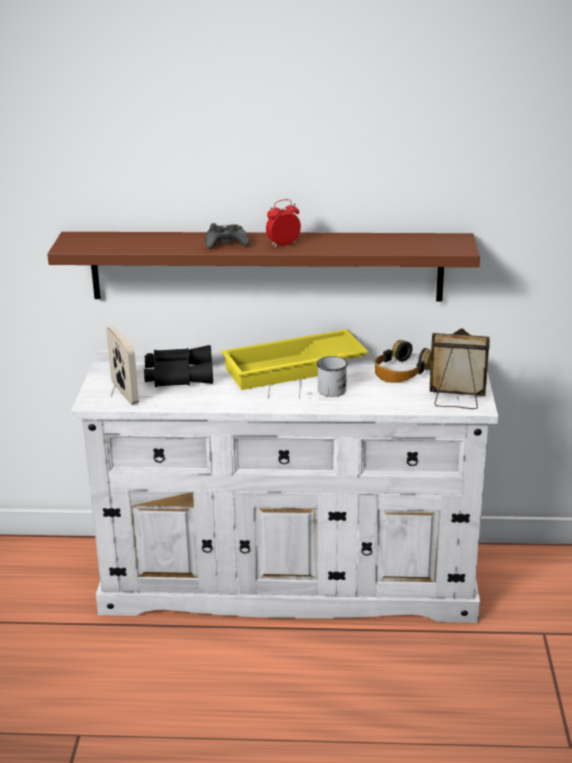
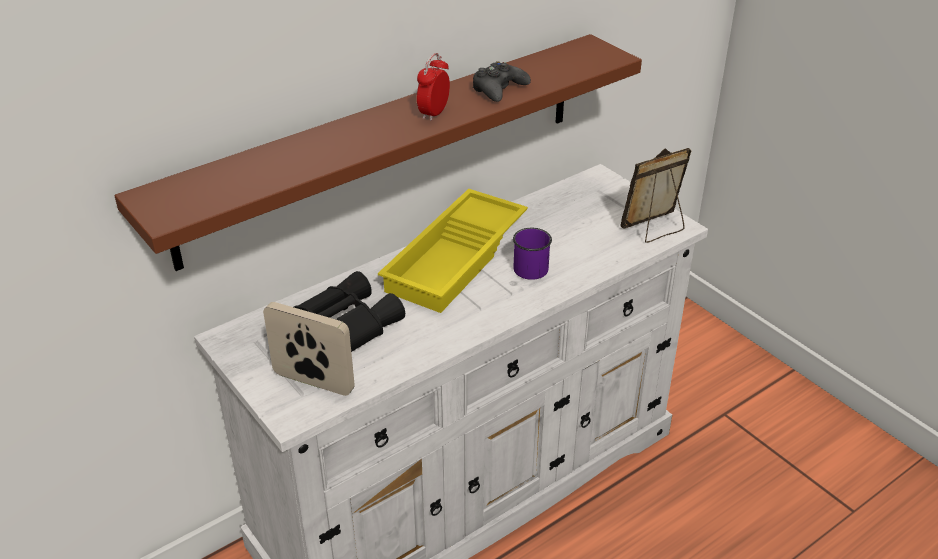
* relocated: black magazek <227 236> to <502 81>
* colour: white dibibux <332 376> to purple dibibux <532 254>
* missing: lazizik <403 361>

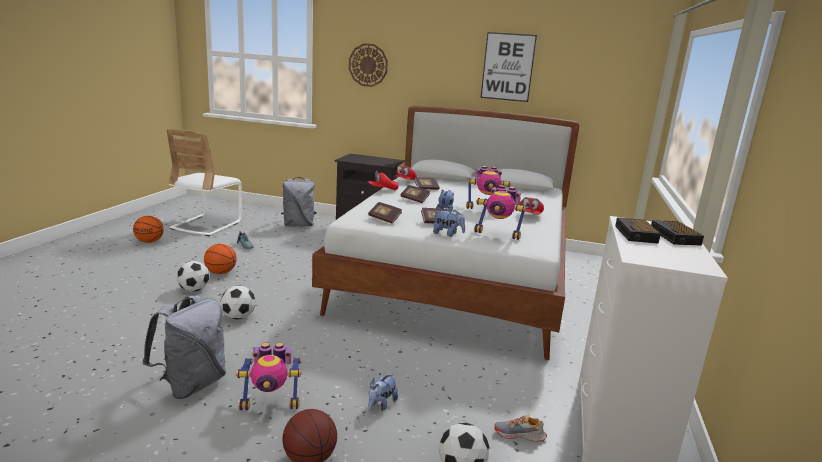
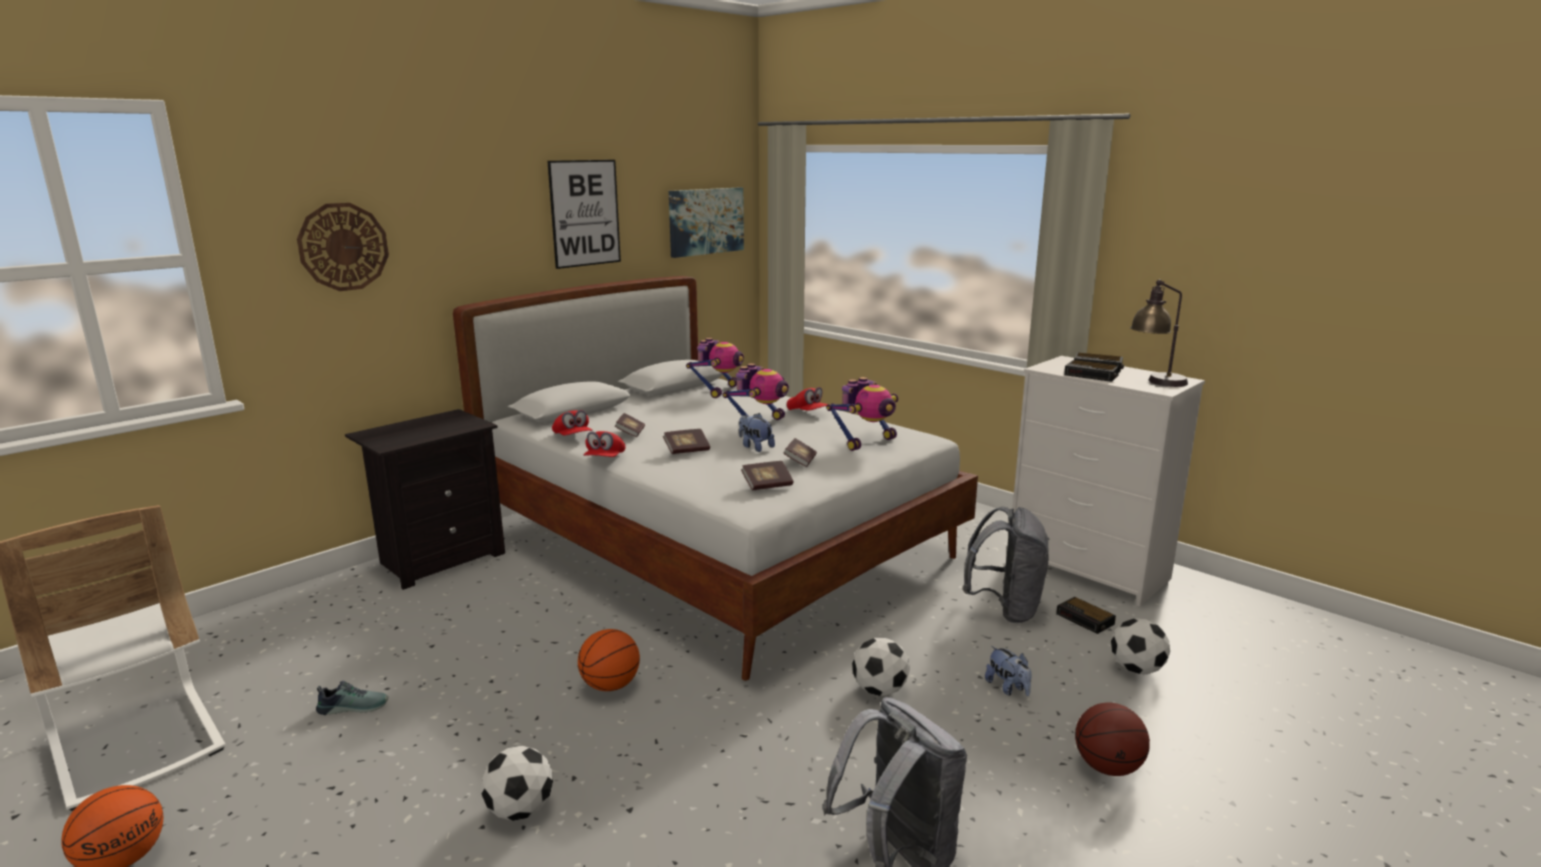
* relocated: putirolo <220 259> to <609 660>
* relocated: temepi <237 302> to <881 667>
* relocated: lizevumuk <269 376> to <715 368>
* relocated: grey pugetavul <299 202> to <1006 565>
* missing: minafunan <449 223>
* exchanged: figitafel <520 428> to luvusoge <1086 615>
* appeared: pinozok <706 222>
* appeared: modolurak <1159 333>

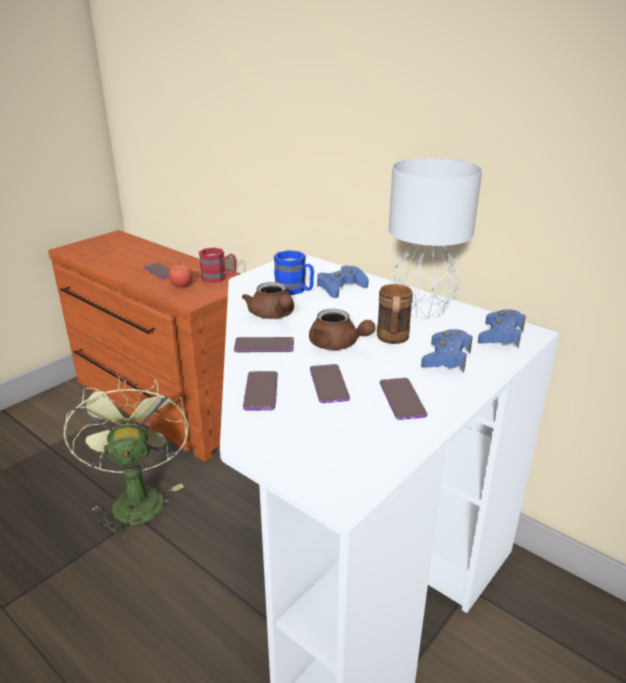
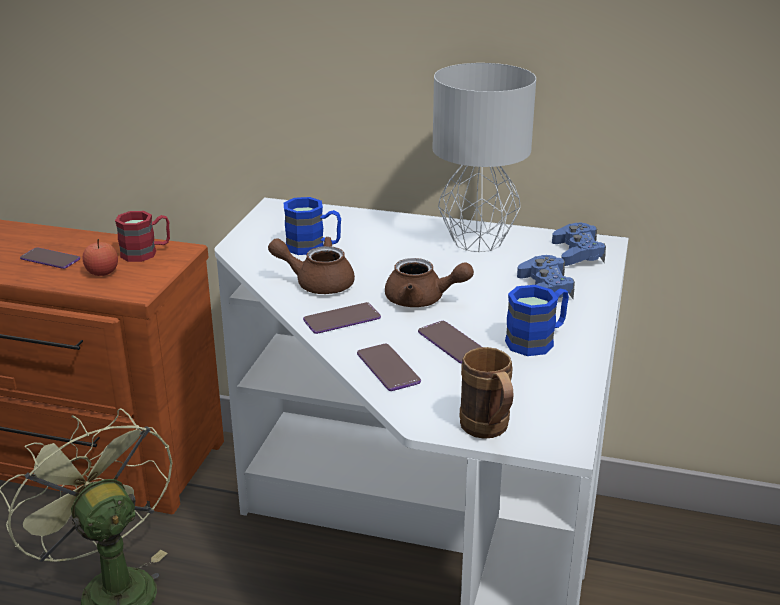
* spun: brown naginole <268 300> = <311 265> 150 degrees clockwise
* missing: blue magazek <342 281>
* relocated: brown dibibux <395 314> to <486 393>
* exchanged: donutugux <403 399> to blue dibibux <537 320>

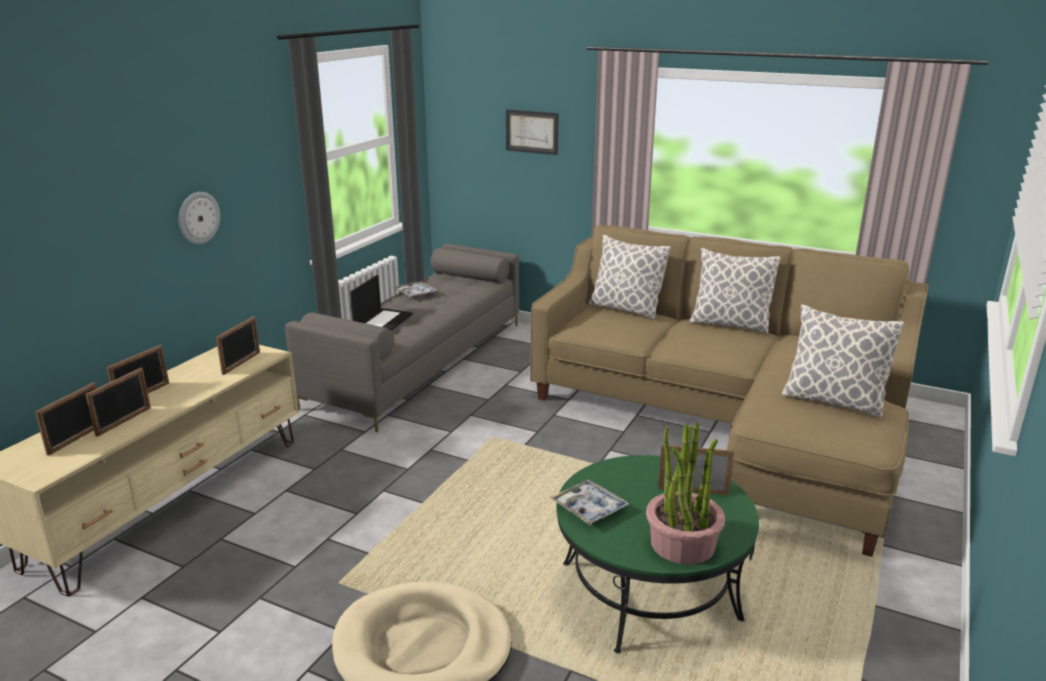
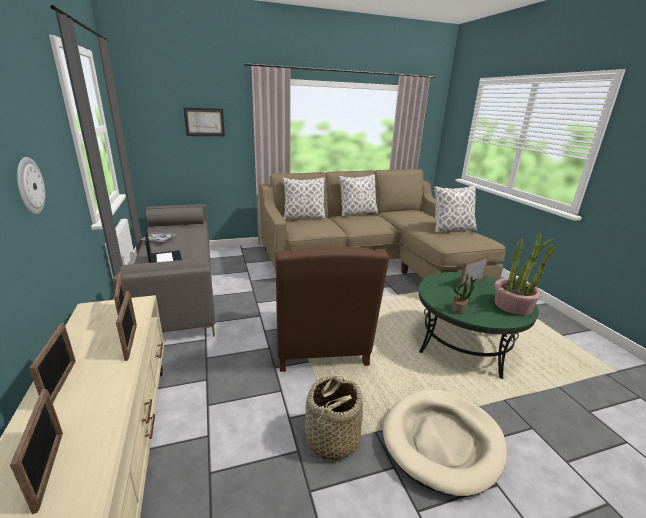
* relocated: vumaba <118 402> to <126 326>
* exchanged: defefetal <589 502> to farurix <465 293>
* appeared: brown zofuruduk <332 309>
* appeared: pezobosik <334 417>

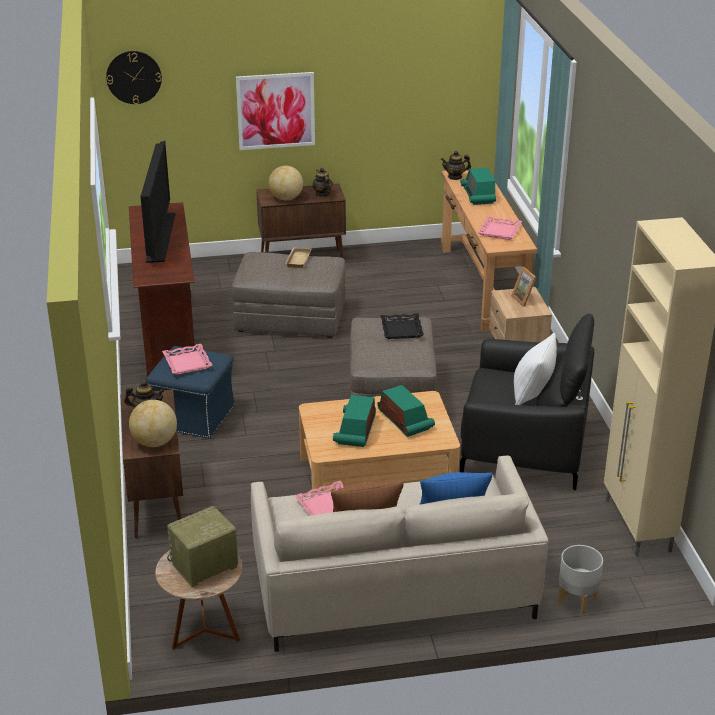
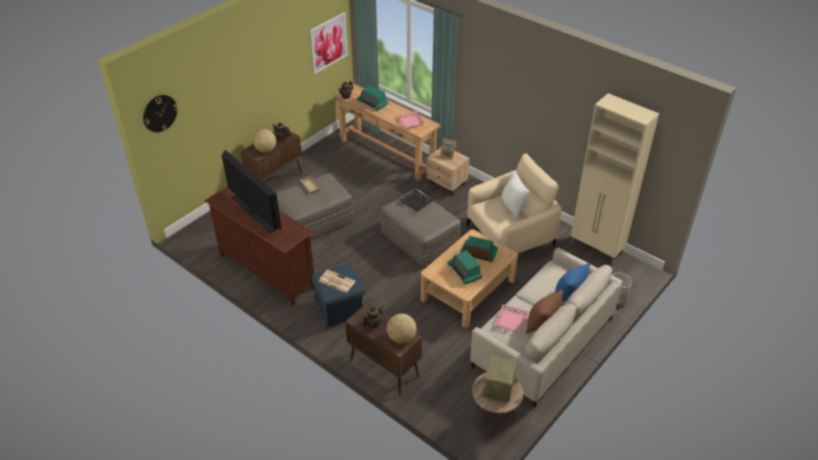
* exchanged: pink defefetal <187 359> to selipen <337 281>
* relocated: pinozok <275 111> to <329 43>
* colour: black zofuruduk <527 402> to beige zofuruduk <514 203>

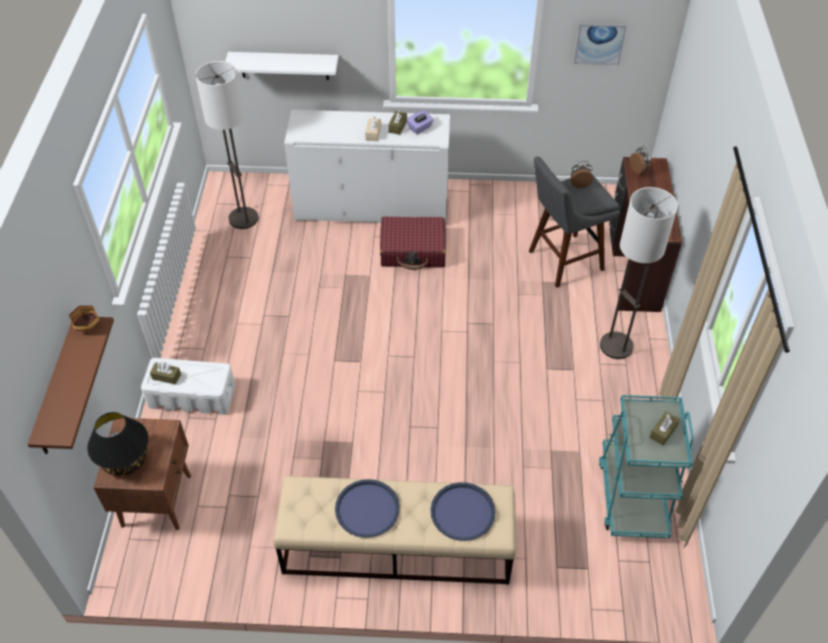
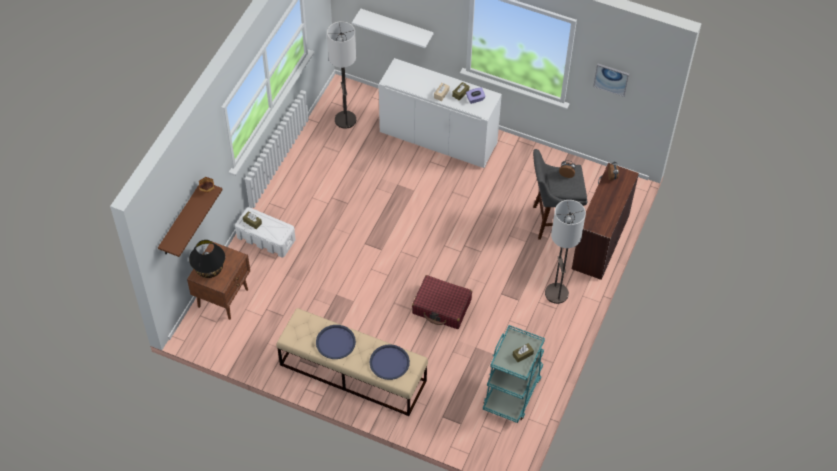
* relocated: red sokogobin <413 243> to <442 302>

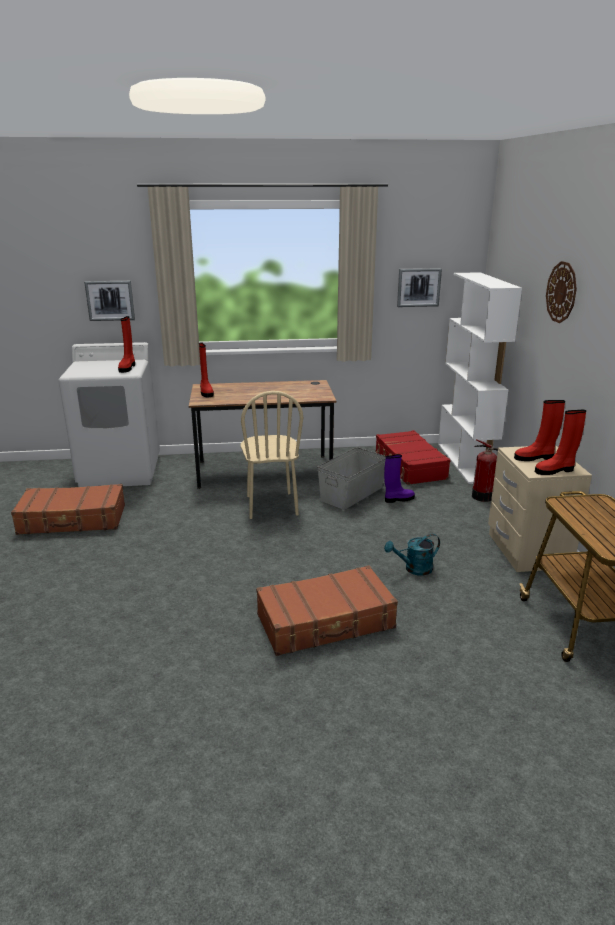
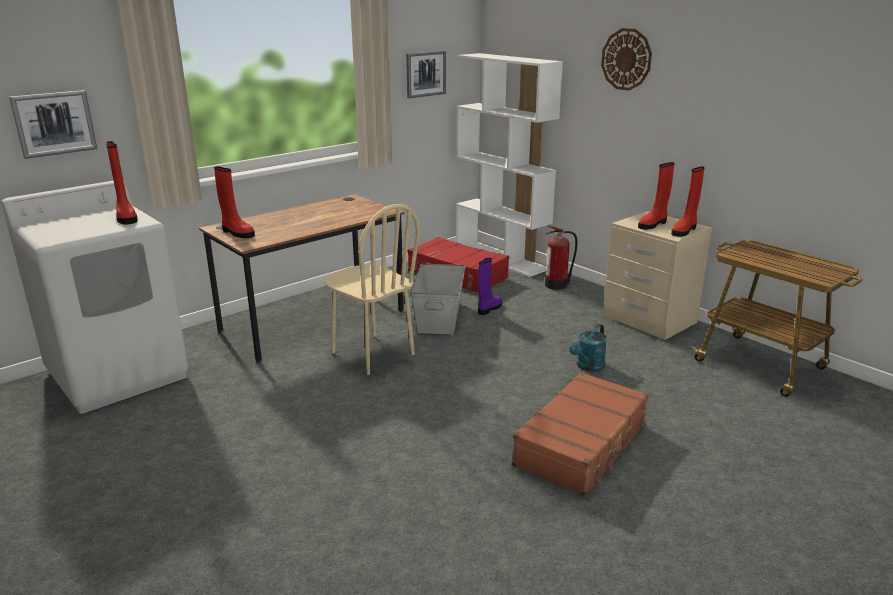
* missing: brown sokogobin <68 509>

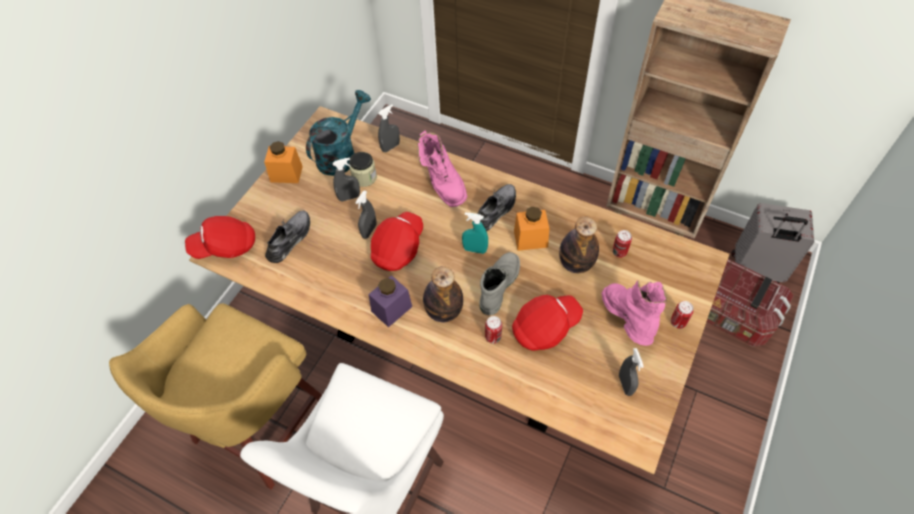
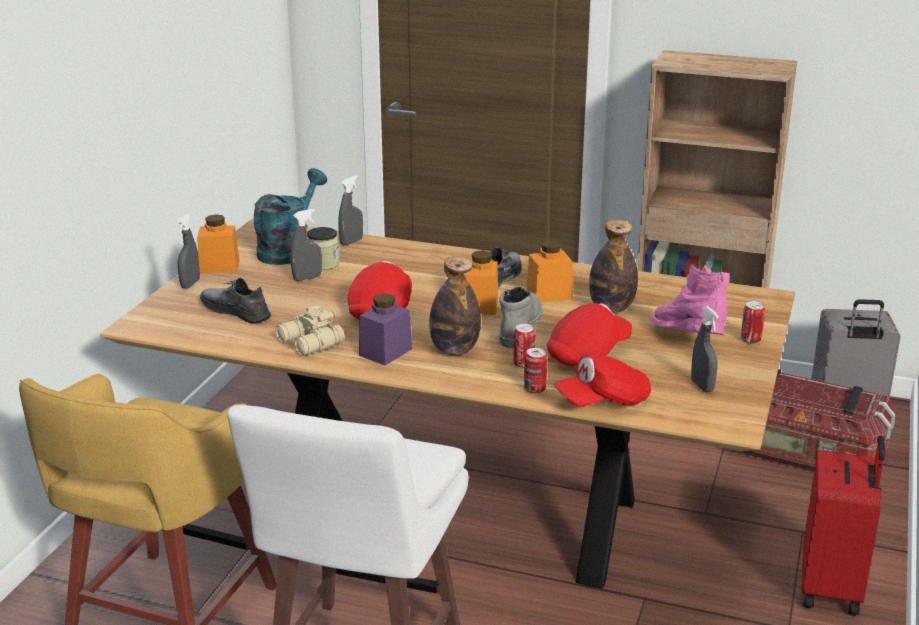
* relocated: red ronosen <220 237> to <602 380>
* spun: grey figitafel <287 237> = <235 301> 75 degrees counterclockwise
* relocated: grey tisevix <365 214> to <188 251>
* missing: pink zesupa <442 169>
* exchanged: turquoise tisevix <475 233> to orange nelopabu <482 282>
* relocated: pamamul <622 244> to <535 371>
* appeared: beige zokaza <310 330>
* appeared: red sokogobin <843 526>

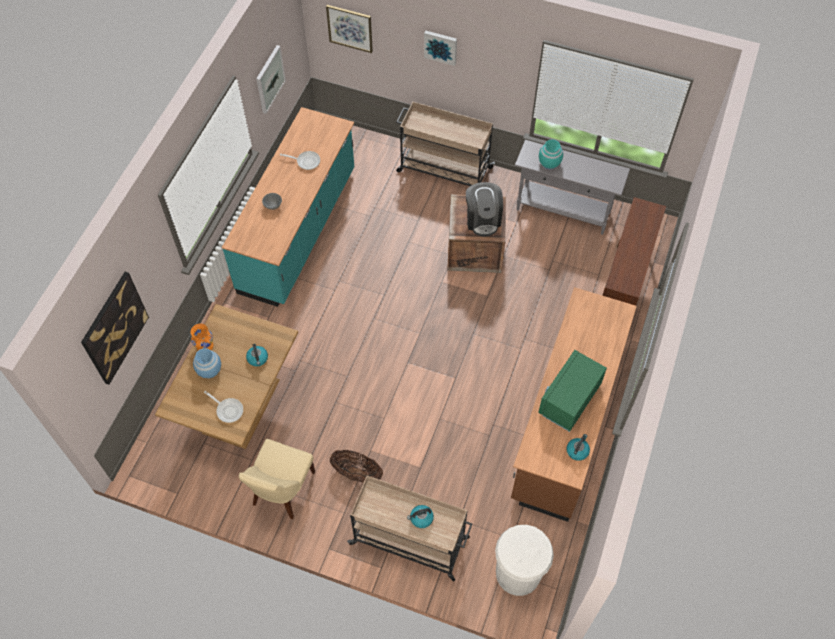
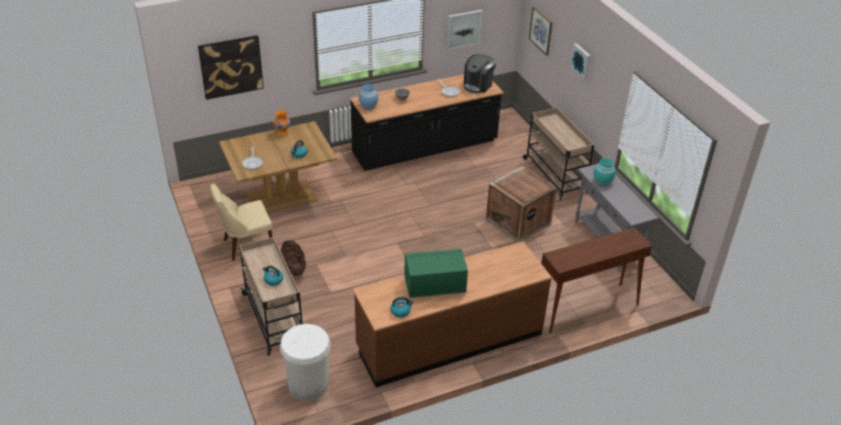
* relocated: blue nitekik <207 363> to <368 97>
* colour: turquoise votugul <288 207> to black votugul <427 122>
* relocated: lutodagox <484 209> to <480 73>

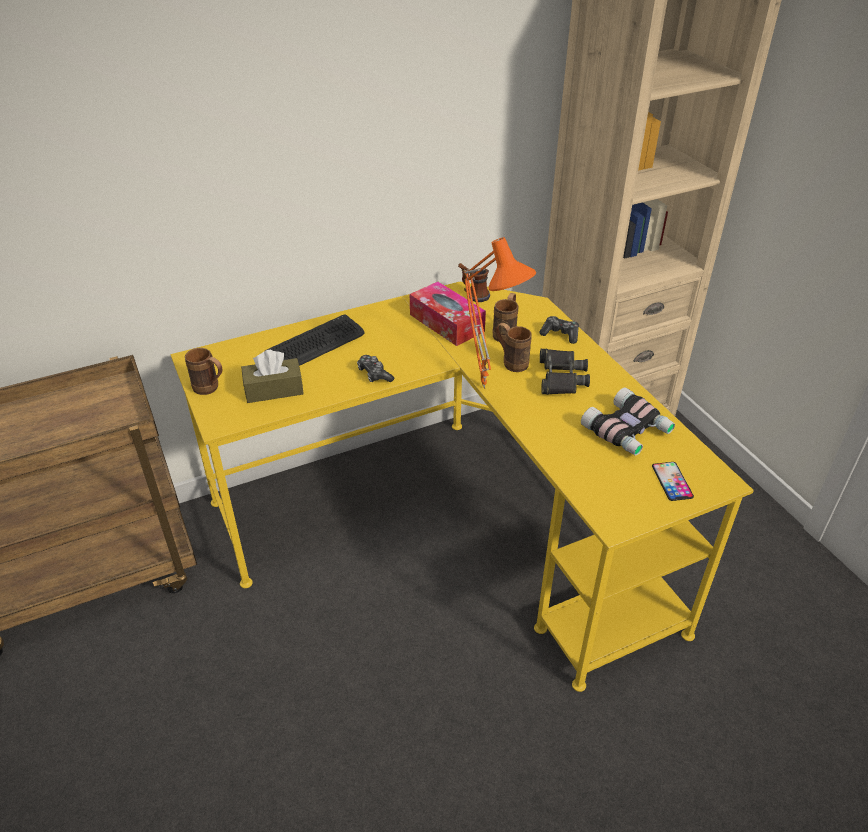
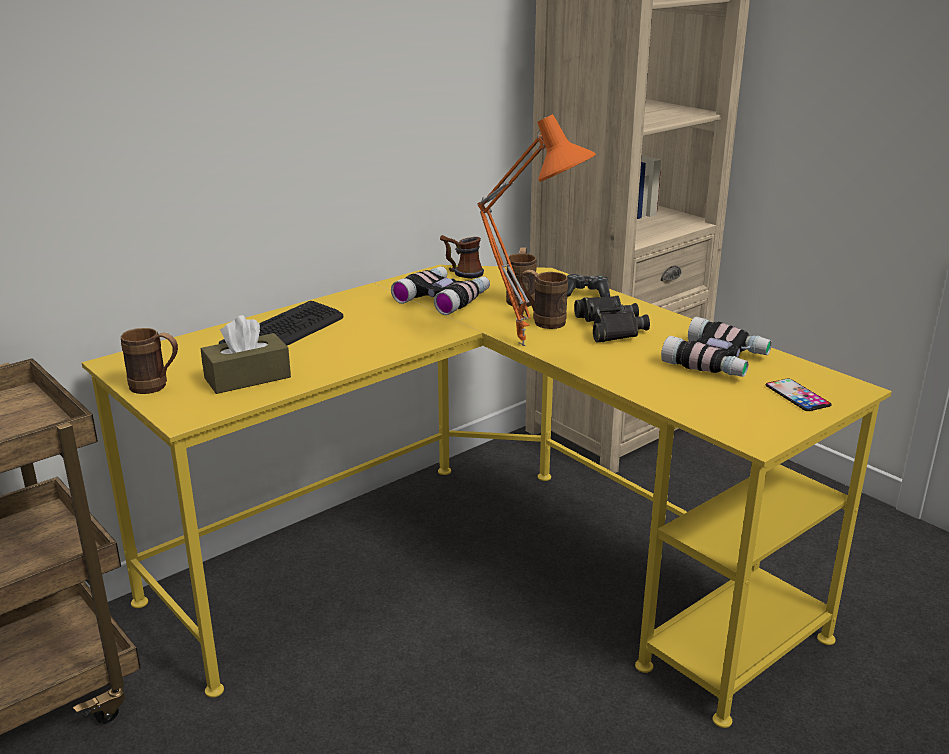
* missing: magazek <375 368>
* exchanged: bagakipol <448 314> to zokaza <440 290>

